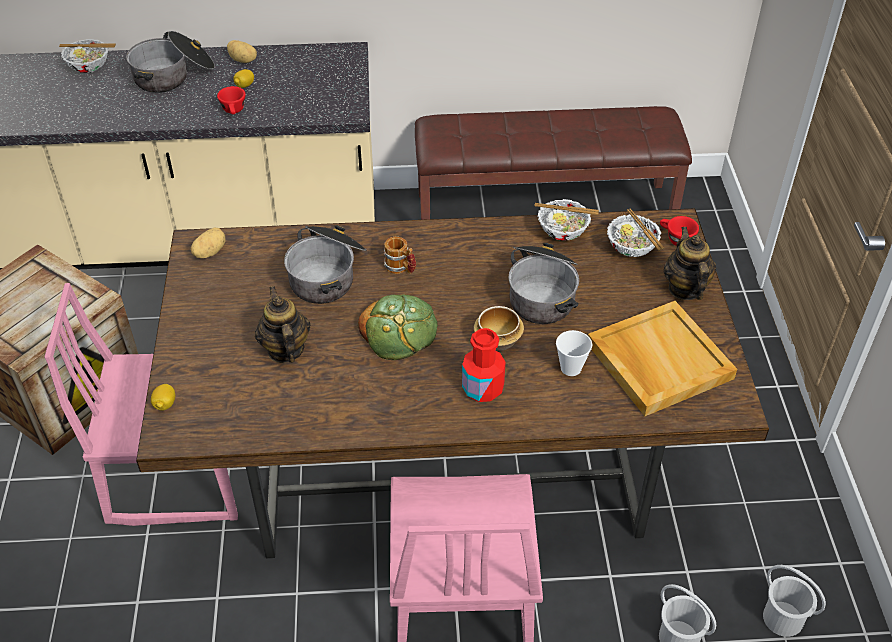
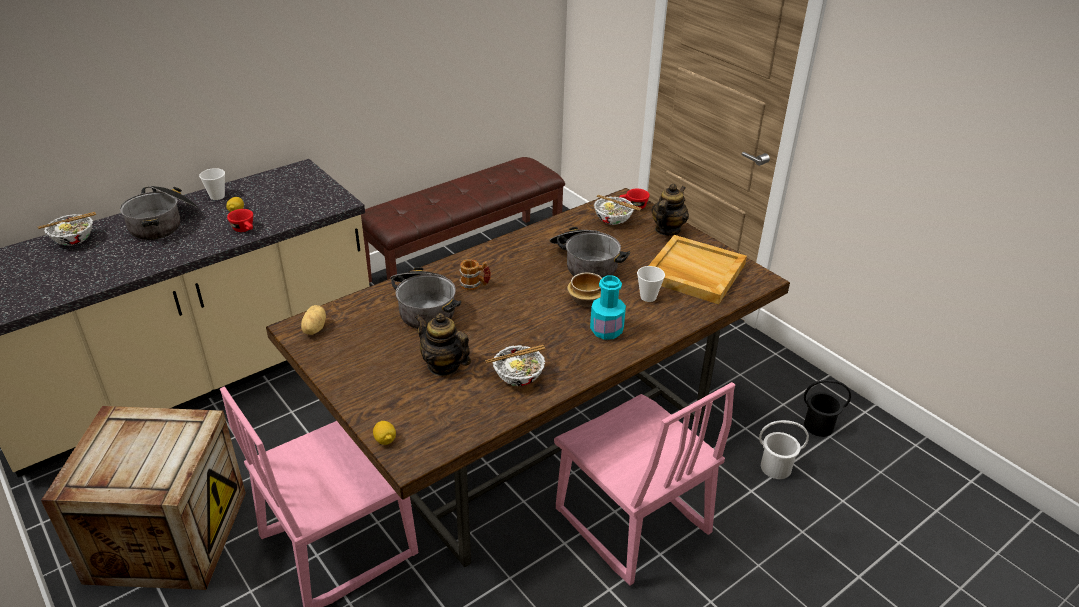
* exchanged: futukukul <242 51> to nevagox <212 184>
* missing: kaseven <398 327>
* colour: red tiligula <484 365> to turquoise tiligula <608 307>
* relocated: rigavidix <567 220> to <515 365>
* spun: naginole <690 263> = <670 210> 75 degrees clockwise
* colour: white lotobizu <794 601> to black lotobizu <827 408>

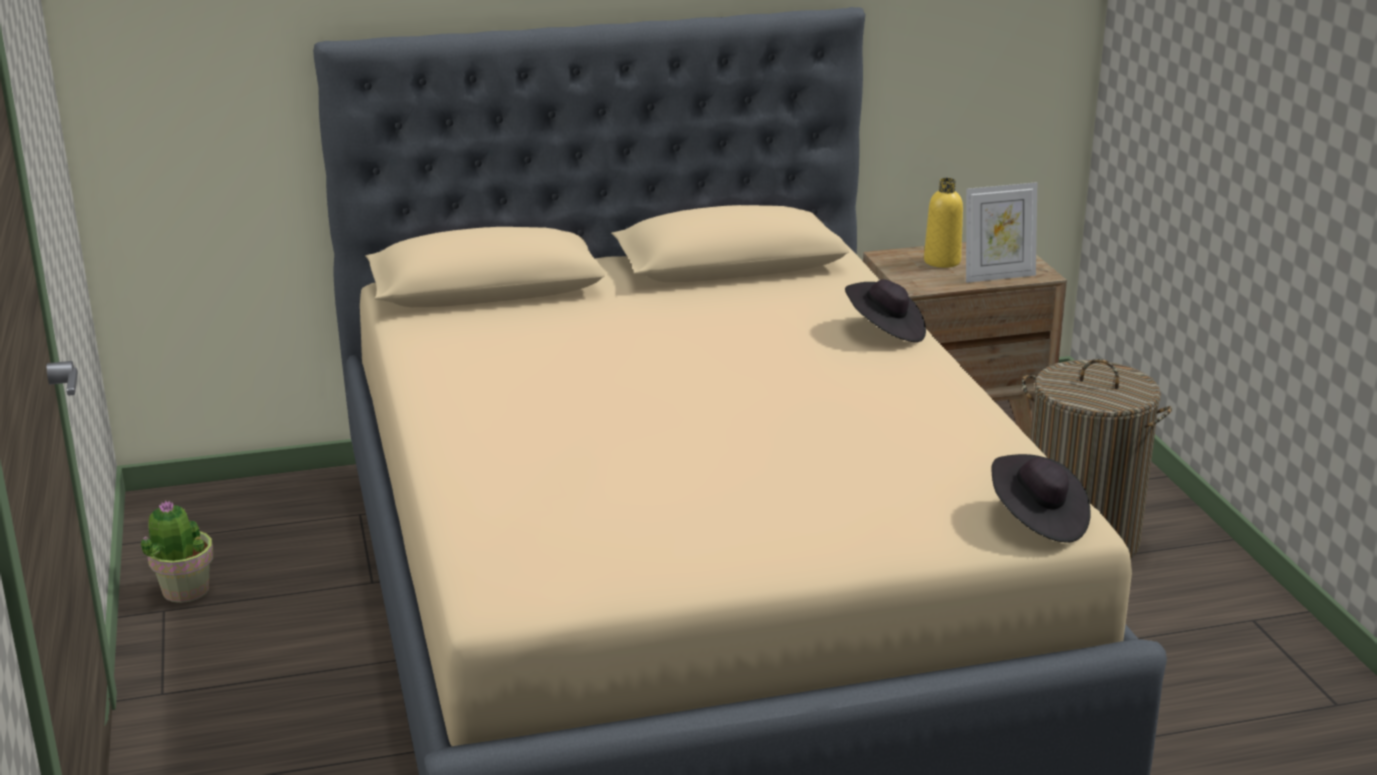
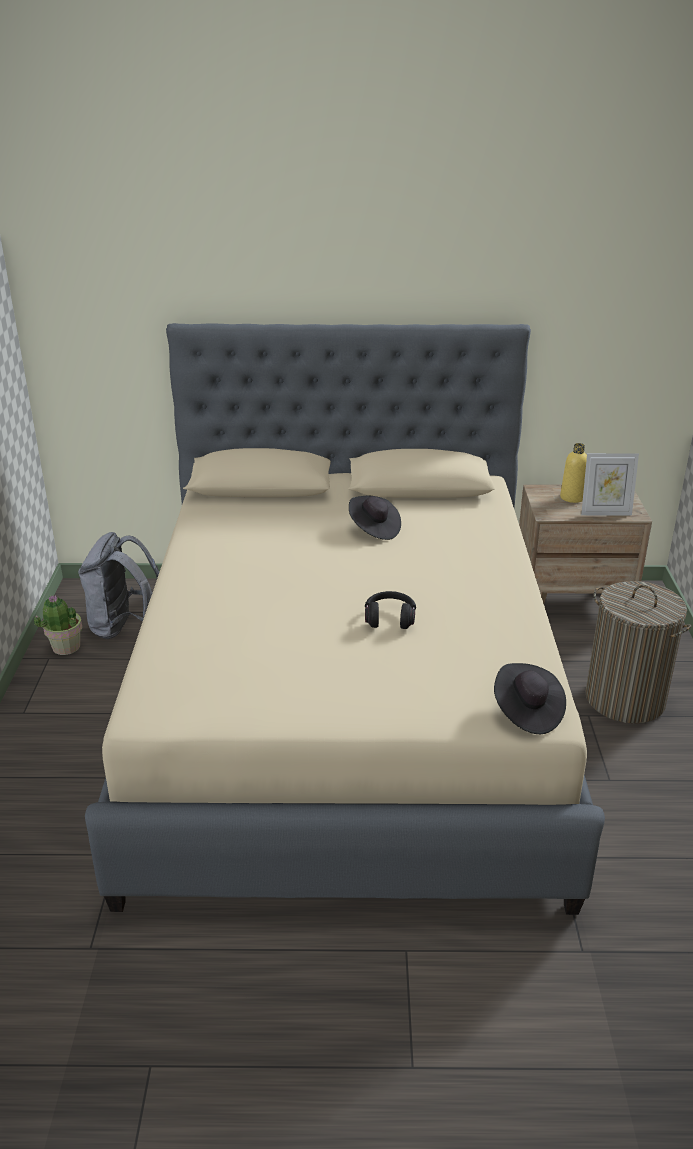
* relocated: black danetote <885 310> to <375 518>
* appeared: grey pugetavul <118 585>
* appeared: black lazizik <390 610>

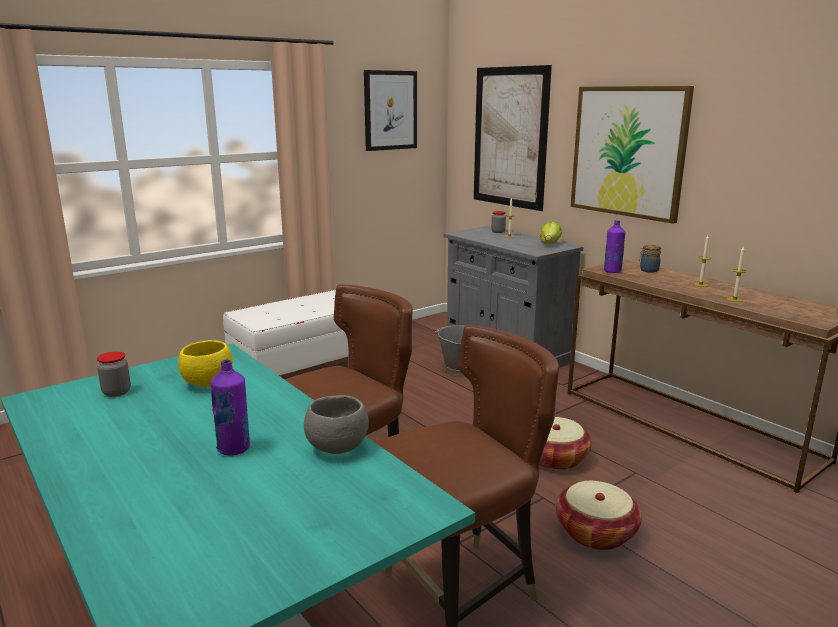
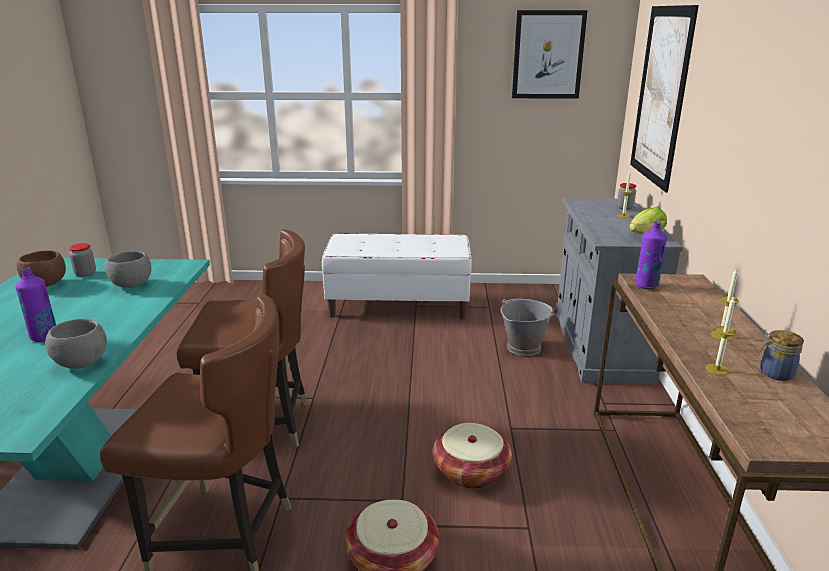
* colour: yellow rigavidix <205 363> to grey rigavidix <128 269>
* missing: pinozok <632 155>
* relocated: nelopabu <650 259> to <781 355>
* appeared: brown rigavidix <41 268>

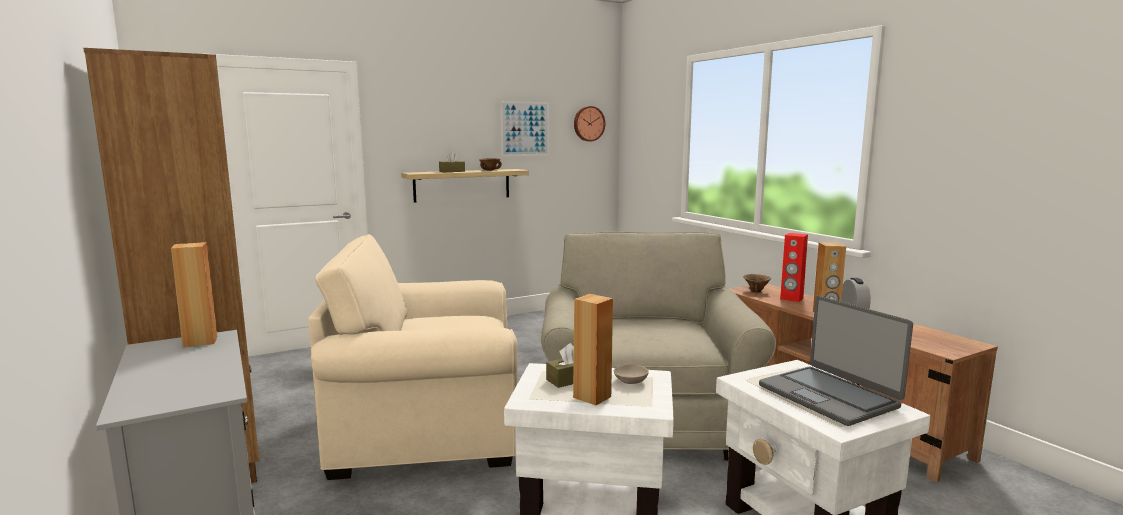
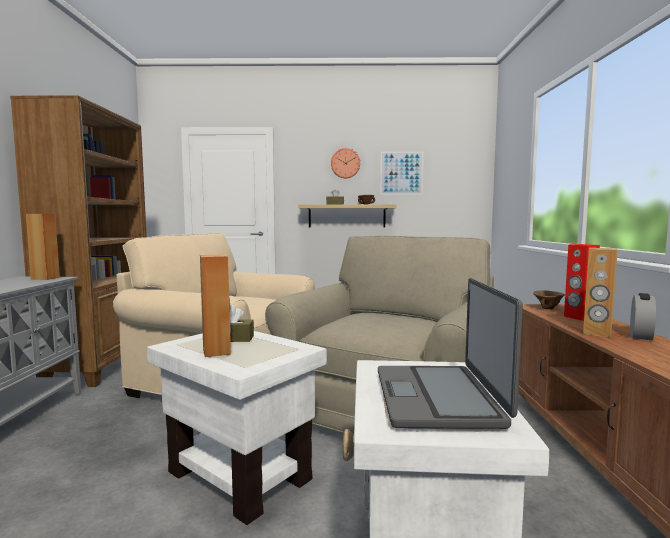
* relocated: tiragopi <589 123> to <345 163>
* missing: beige rigavidix <631 374>

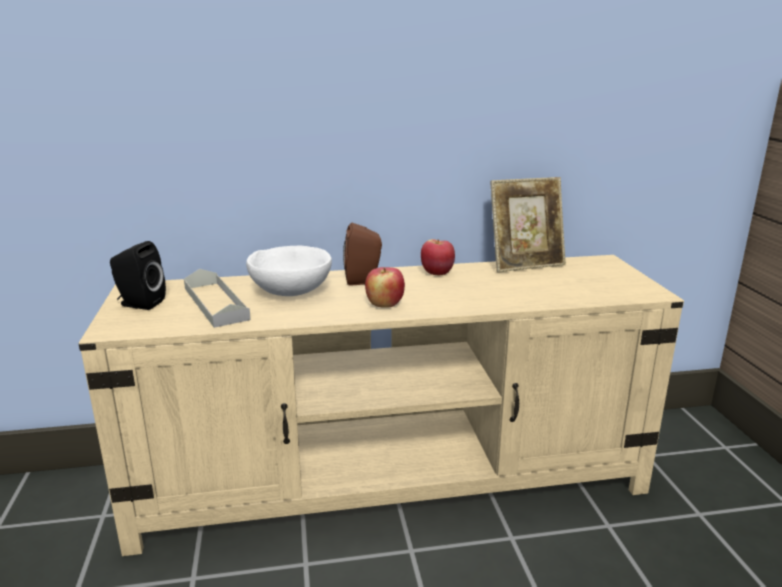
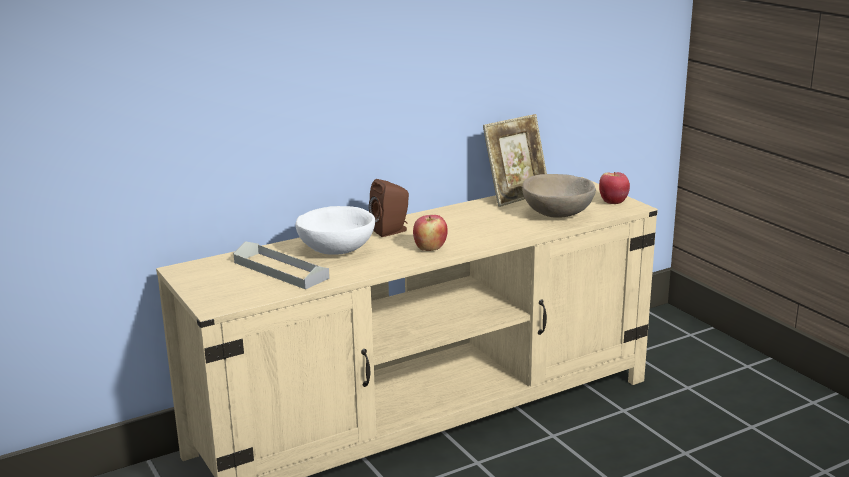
* missing: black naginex <138 275>
* relocated: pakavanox <438 257> to <614 188>
* appeared: beige rigavidix <559 196>

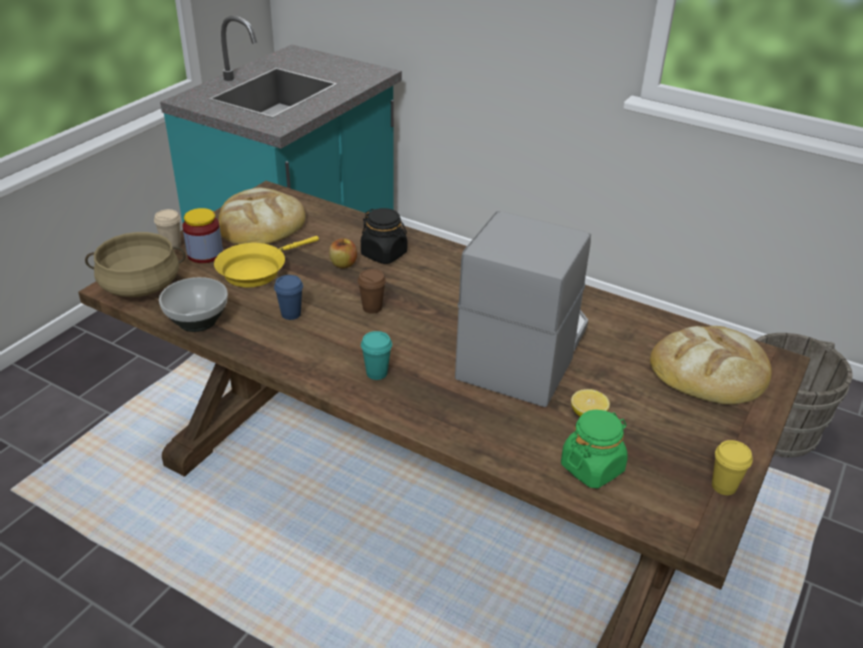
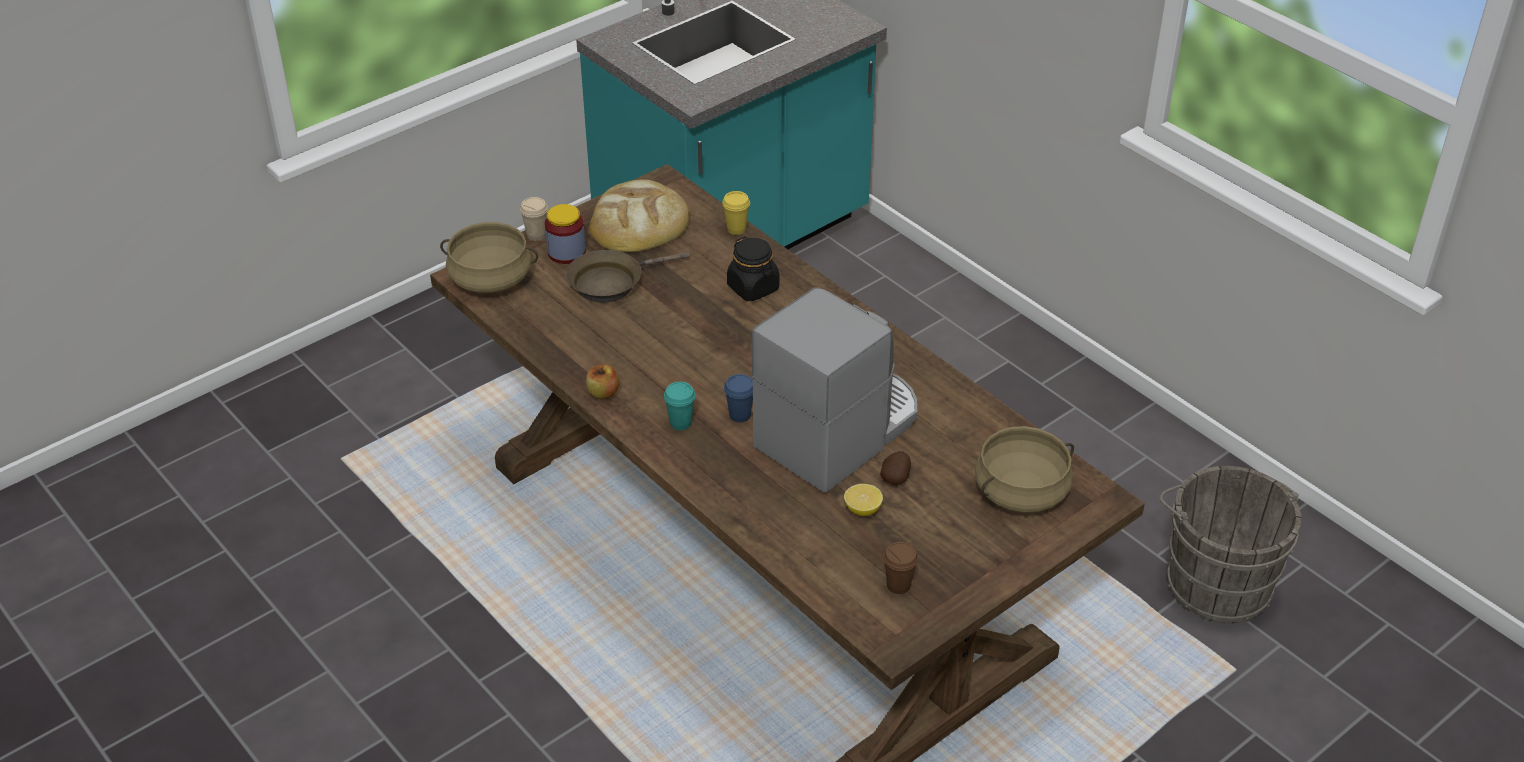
* missing: rigavidix <193 304>
* colour: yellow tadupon <266 261> to brown tadupon <628 276>
* relocated: blue nevagox <288 297> to <738 398>
* relocated: pakavanox <343 253> to <602 381>
* relocated: brown nevagox <372 291> to <900 568>
* missing: green nelopabu <594 449>
* exchanged: kaseven <711 365> to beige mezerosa <1024 469>
* relocated: yellow nevagox <732 467> to <736 213>
* appeared: futukukul <895 468>

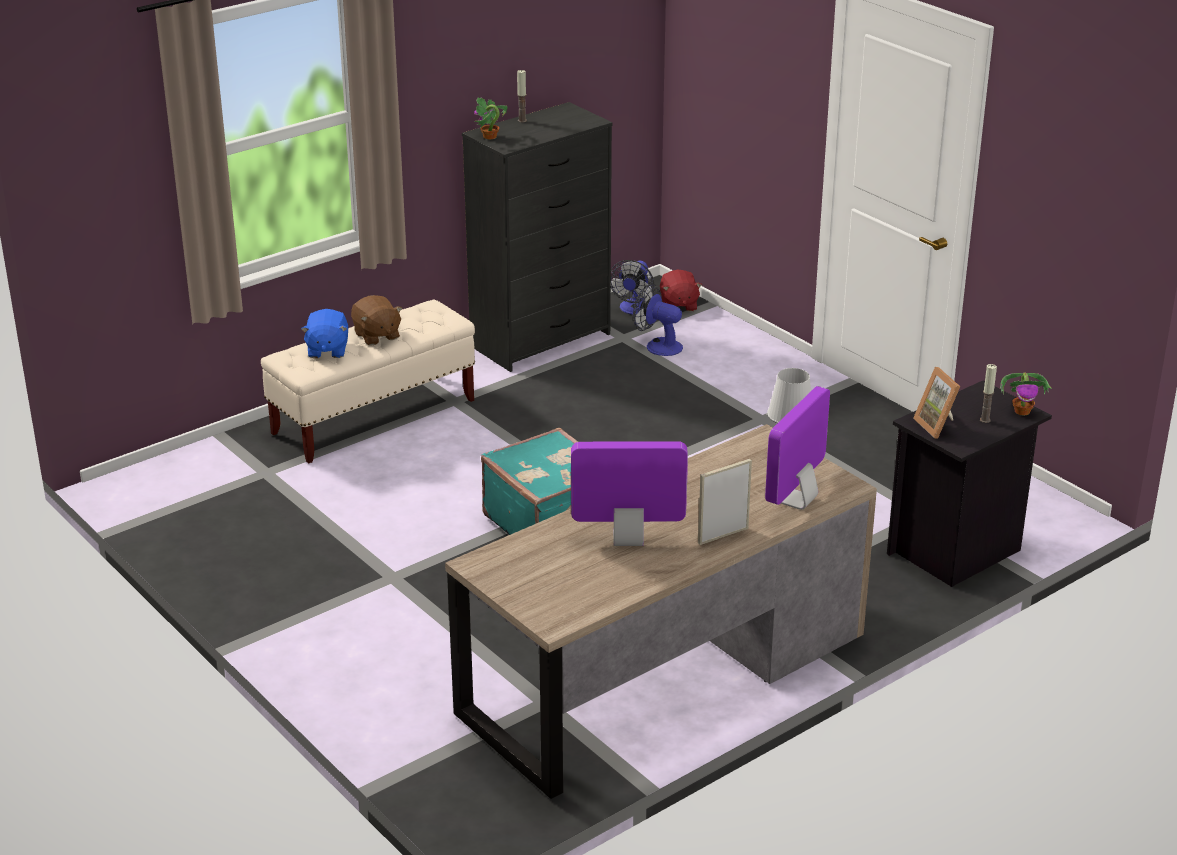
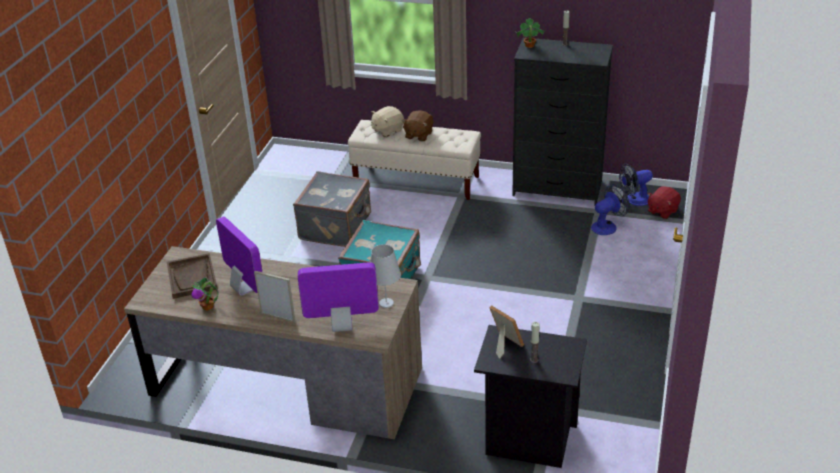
* colour: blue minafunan <324 333> to beige minafunan <387 121>
* spun: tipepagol <658 320> = <610 209> 60 degrees clockwise
* spun: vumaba <936 403> = <506 332> 105 degrees clockwise
* relocated: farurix <1026 393> to <204 294>
* appeared: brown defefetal <192 276>
* appeared: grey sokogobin <332 209>

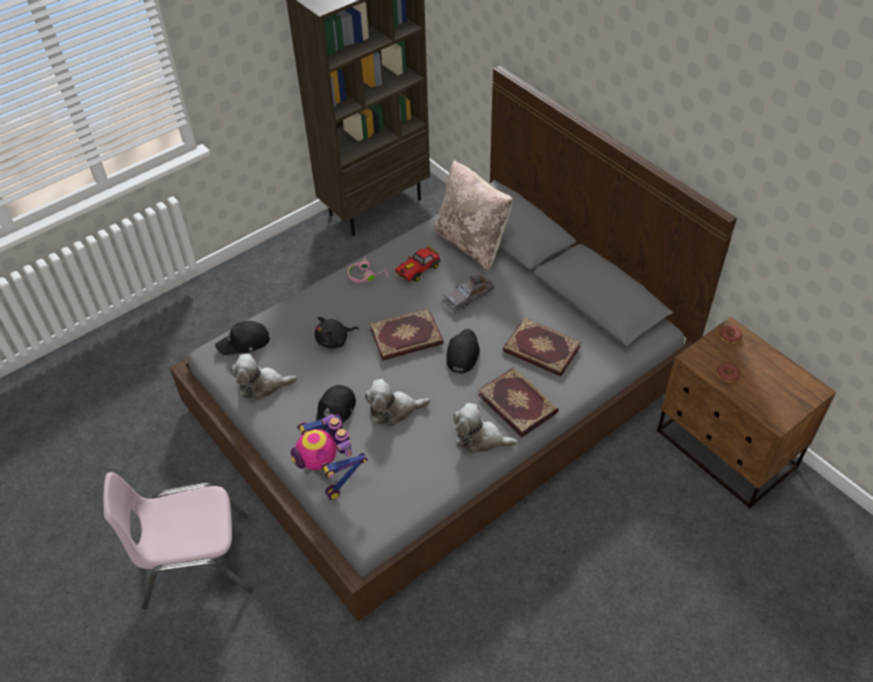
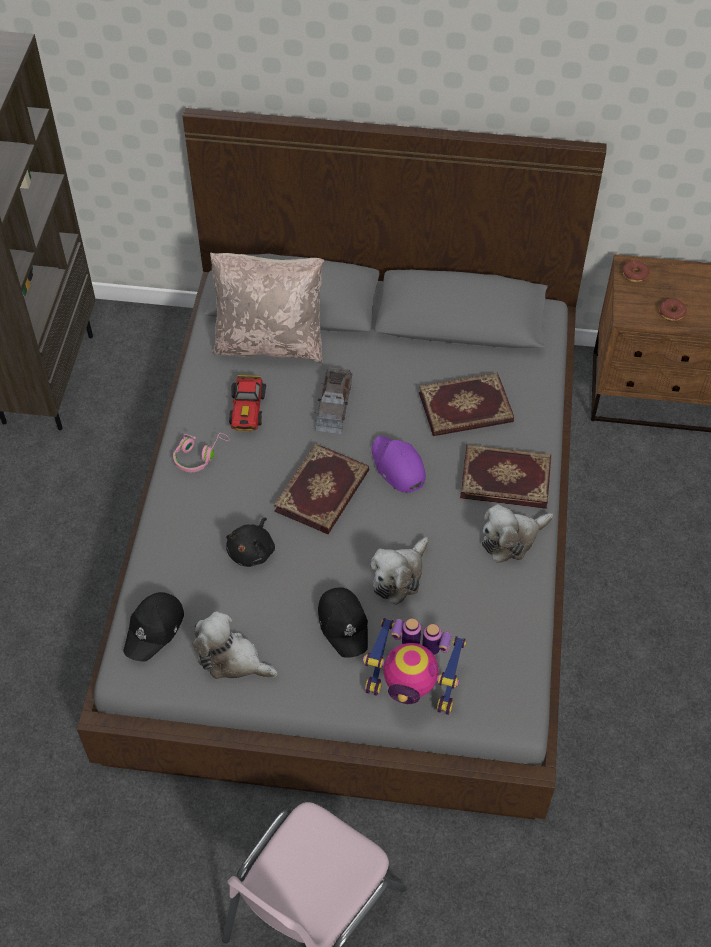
* spun: minafunan <264 377> = <235 645> 75 degrees clockwise
* colour: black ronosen <463 351> to purple ronosen <399 464>

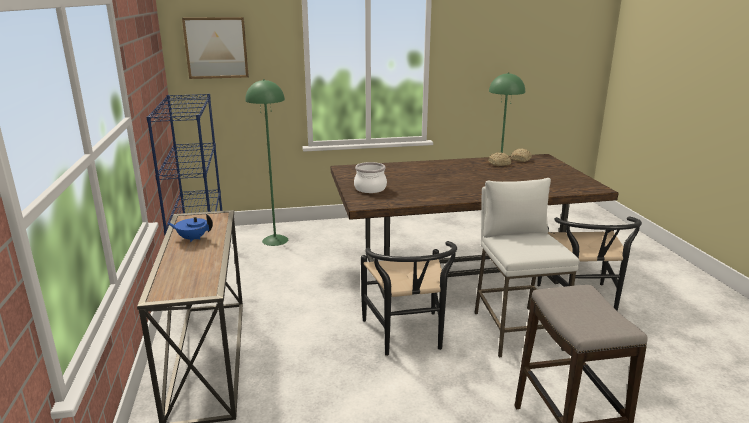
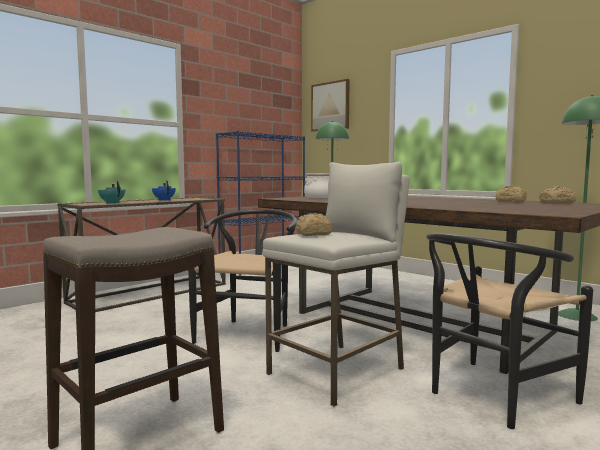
* spun: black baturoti <409 298> = <242 280> 150 degrees clockwise
* appeared: turquoise naginole <112 191>
* appeared: kaseven <314 224>

